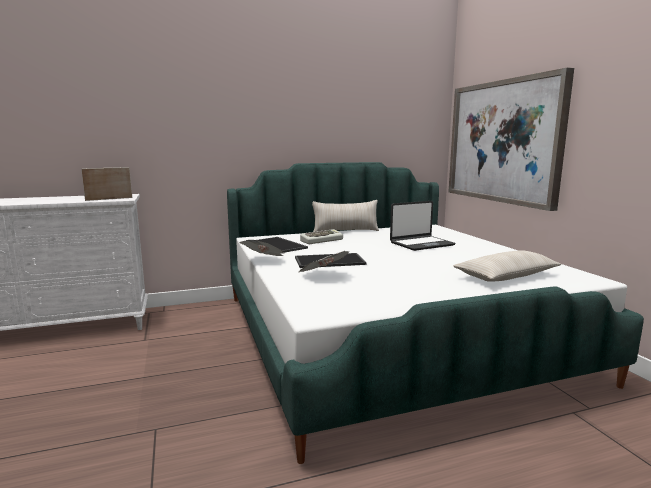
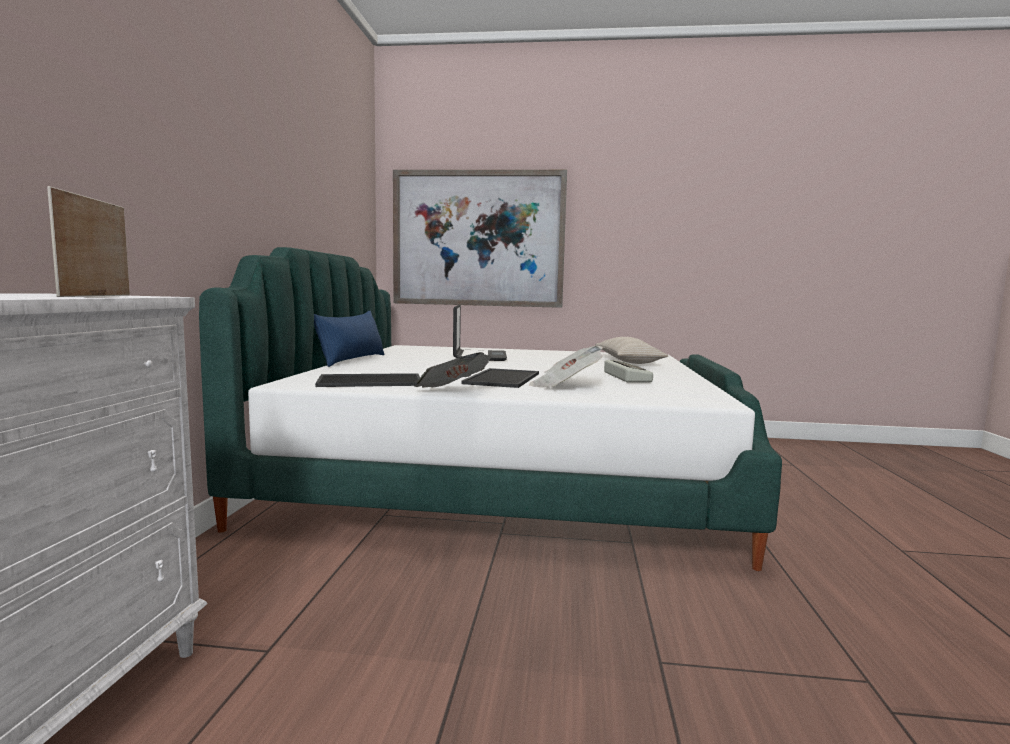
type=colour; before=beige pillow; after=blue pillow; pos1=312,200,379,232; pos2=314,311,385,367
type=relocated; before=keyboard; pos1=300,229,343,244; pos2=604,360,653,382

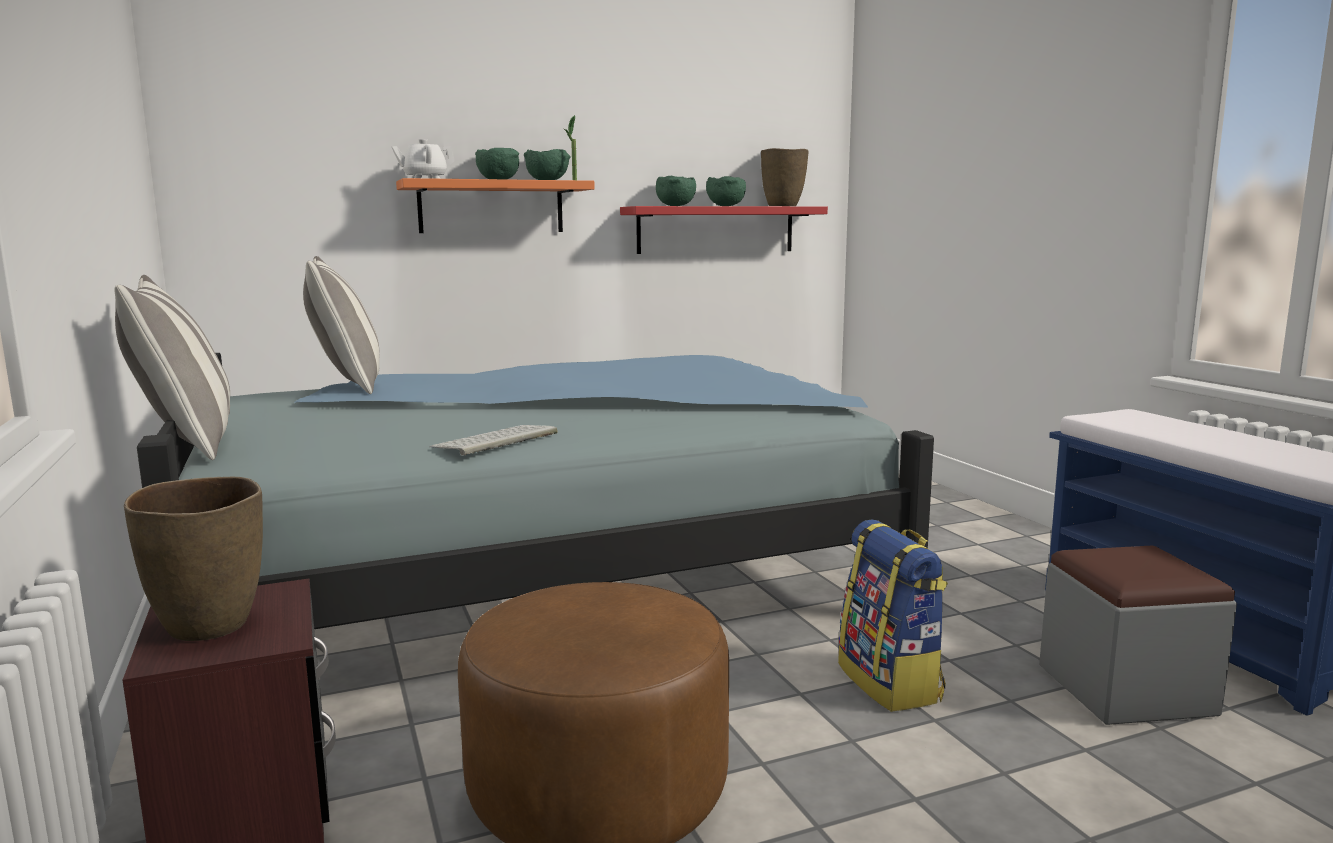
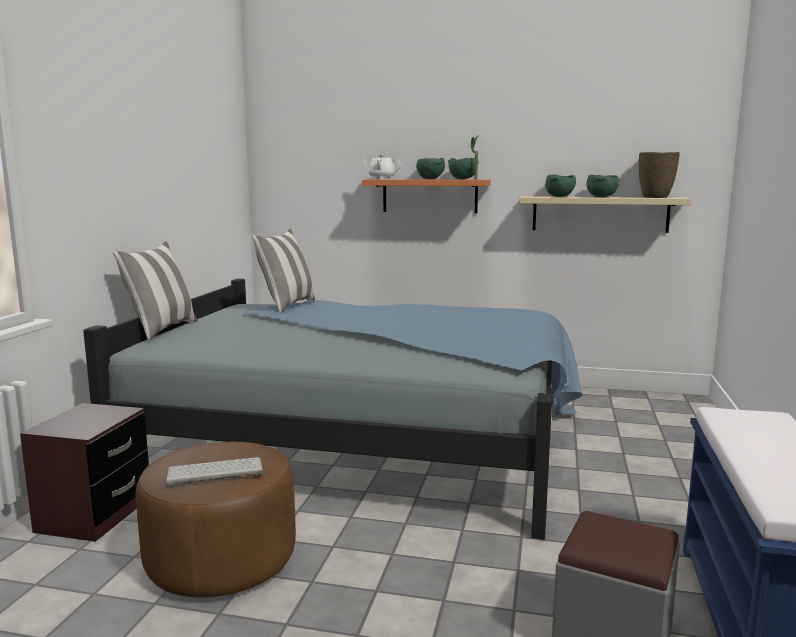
type=relocated; before=keyboard; pos1=430,425,558,456; pos2=166,457,263,485
type=colour; before=red shelf; after=beige shelf; pos1=620,206,828,254; pos2=519,196,692,233
type=missing; before=brown vase; pos1=124,476,263,641
type=missing; before=backpack; pos1=838,519,948,712

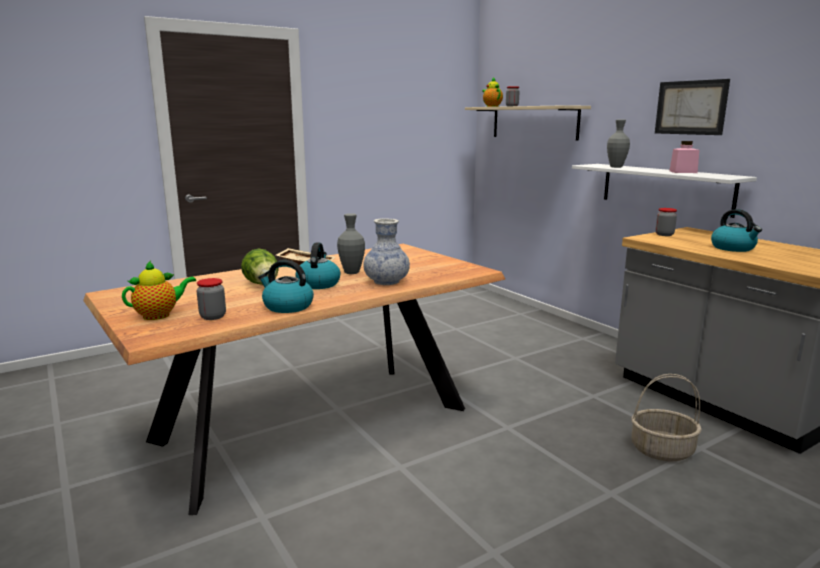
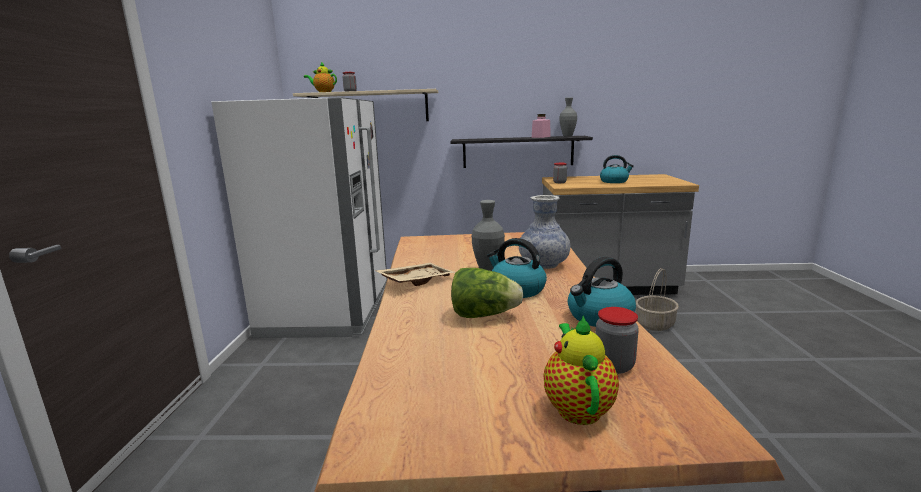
type=appeared; after=white fridge; pos2=211,97,387,338
type=colour; before=white shelf; after=black shelf; pos1=572,164,757,218; pos2=450,136,593,168
type=relocated; before=grey vase; pos1=607,120,630,168; pos2=560,97,577,136
type=missing; before=picture; pos1=655,79,730,135

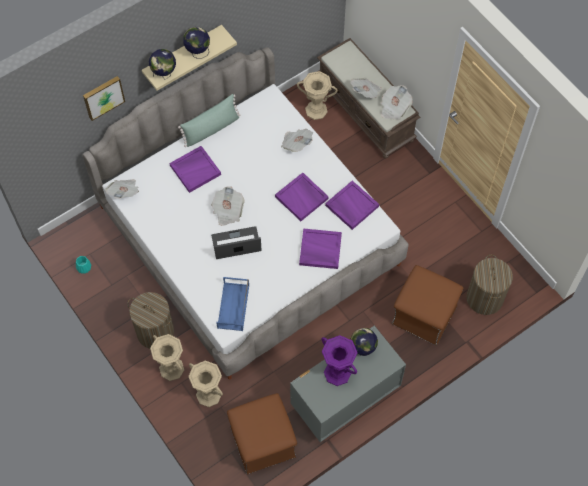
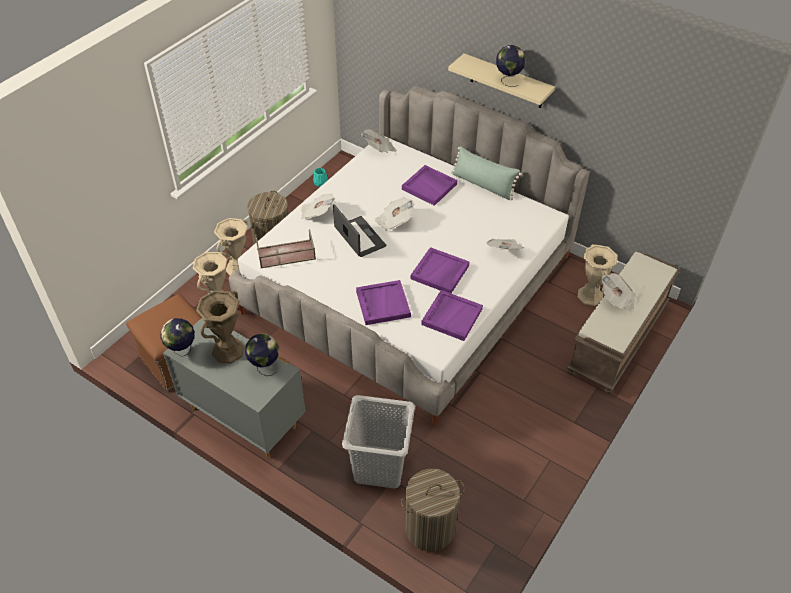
type=relocated; before=globe; pos1=149,49,176,80; pos2=160,318,195,357
type=colour; before=purple vase; after=brown vase; pos1=322,335,358,386; pos2=196,290,245,363
type=colour; before=blue tray; after=brown tray; pos1=216,277,249,331; pos2=256,229,316,268
type=relocated; before=newspaper; pos1=381,85,412,120; pos2=301,193,335,219
type=exchanged; before=brown ottoman; after=grey laundry basket; pos1=391,265,463,346; pos2=342,395,415,489
type=missing; before=picture; pos1=83,76,125,121

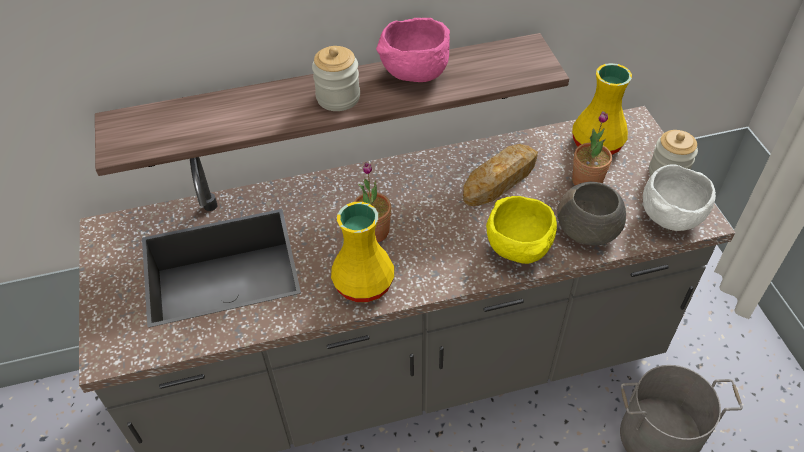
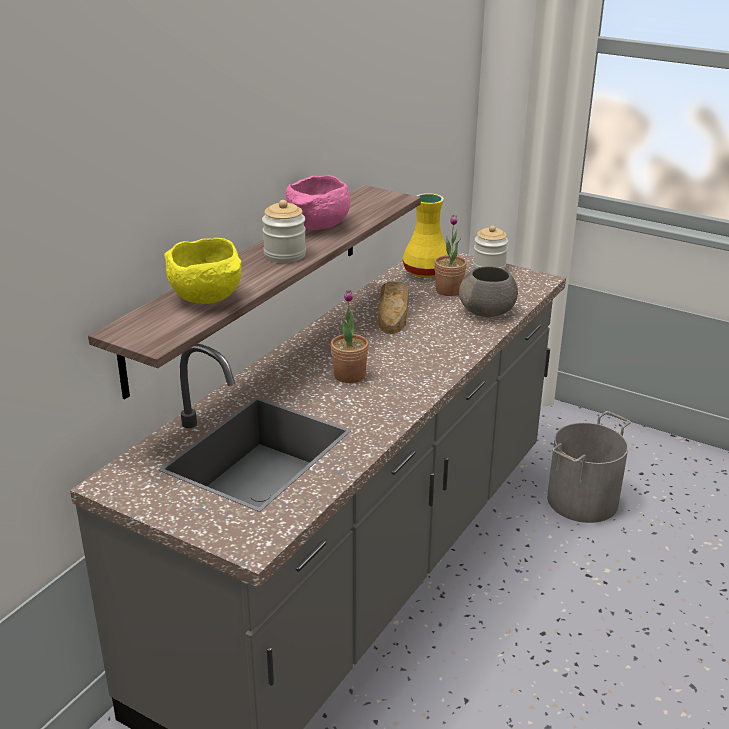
type=relocated; before=yellow bowl; pos1=486,196,557,264; pos2=164,238,242,304
type=missing; before=yellow vase; pos1=331,202,394,302
type=missing; before=white bowl; pos1=643,164,716,231

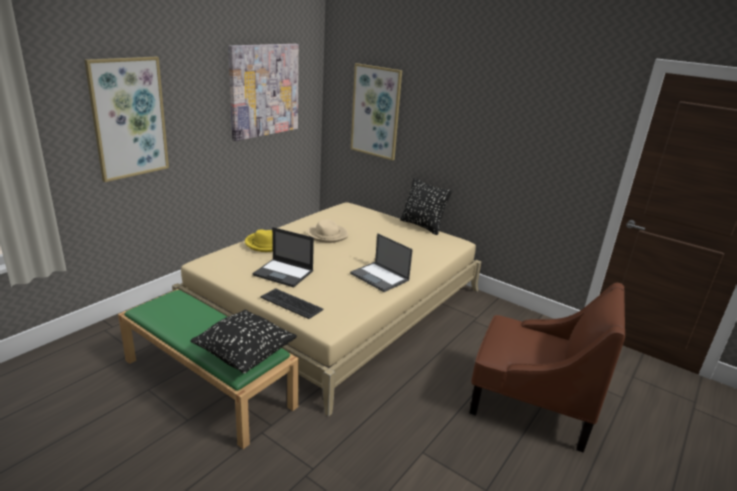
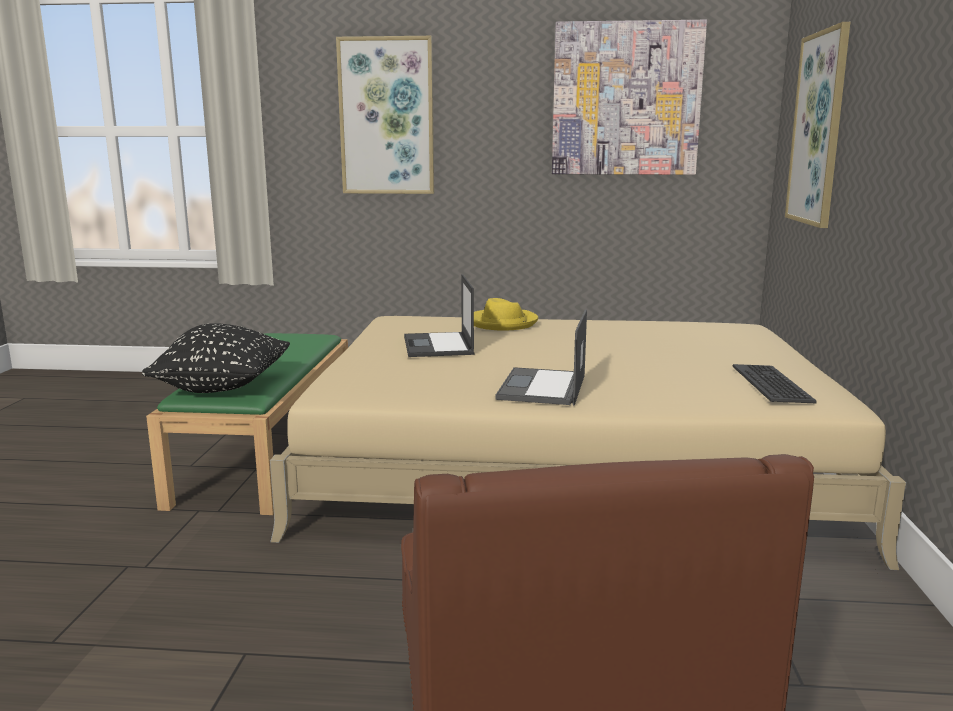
type=relocated; before=keyboard; pos1=260,288,324,319; pos2=733,364,817,403
type=missing; before=beige hat; pos1=307,219,348,243
type=missing; before=black pillow; pos1=400,178,452,235

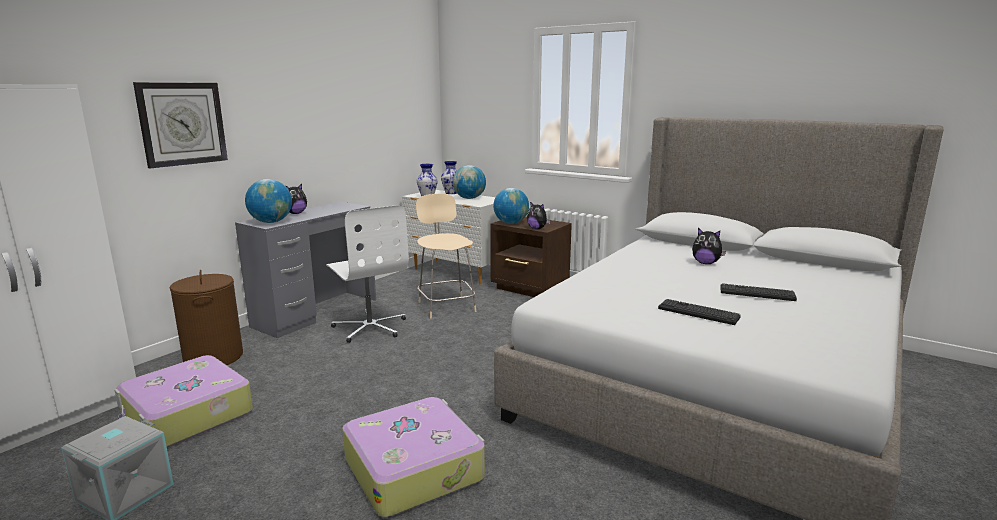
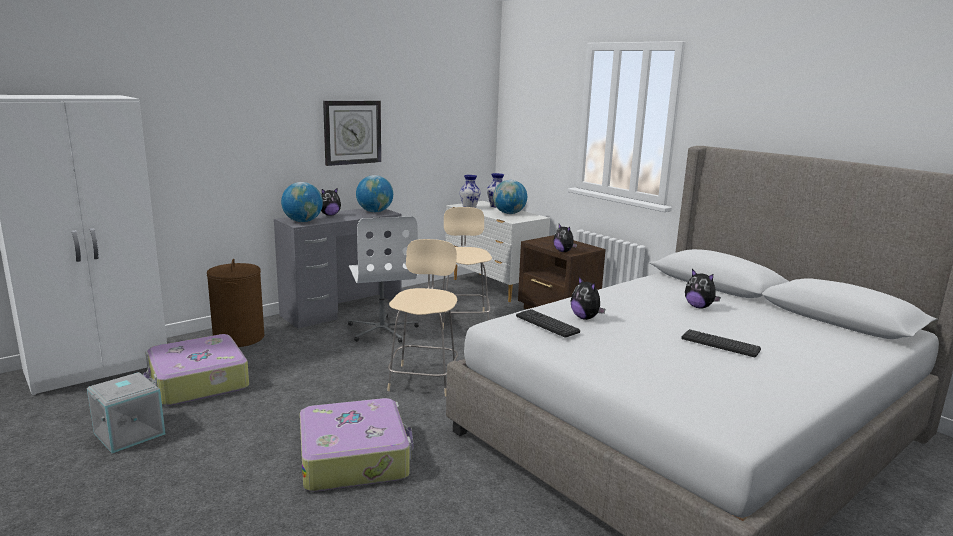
type=relocated; before=wall clock; pos1=133,82,228,168; pos2=323,101,381,166
type=relocated; before=globe; pos1=493,188,529,224; pos2=356,175,393,212
type=appeared; after=beige chair; pos2=387,239,458,396
type=relocated; before=keyboard; pos1=658,299,741,325; pos2=516,309,580,338
type=appeared; after=plush toy; pos2=570,277,605,320

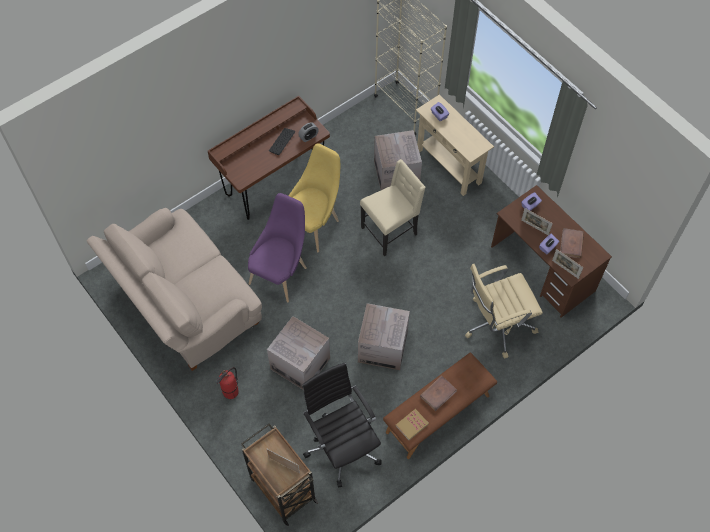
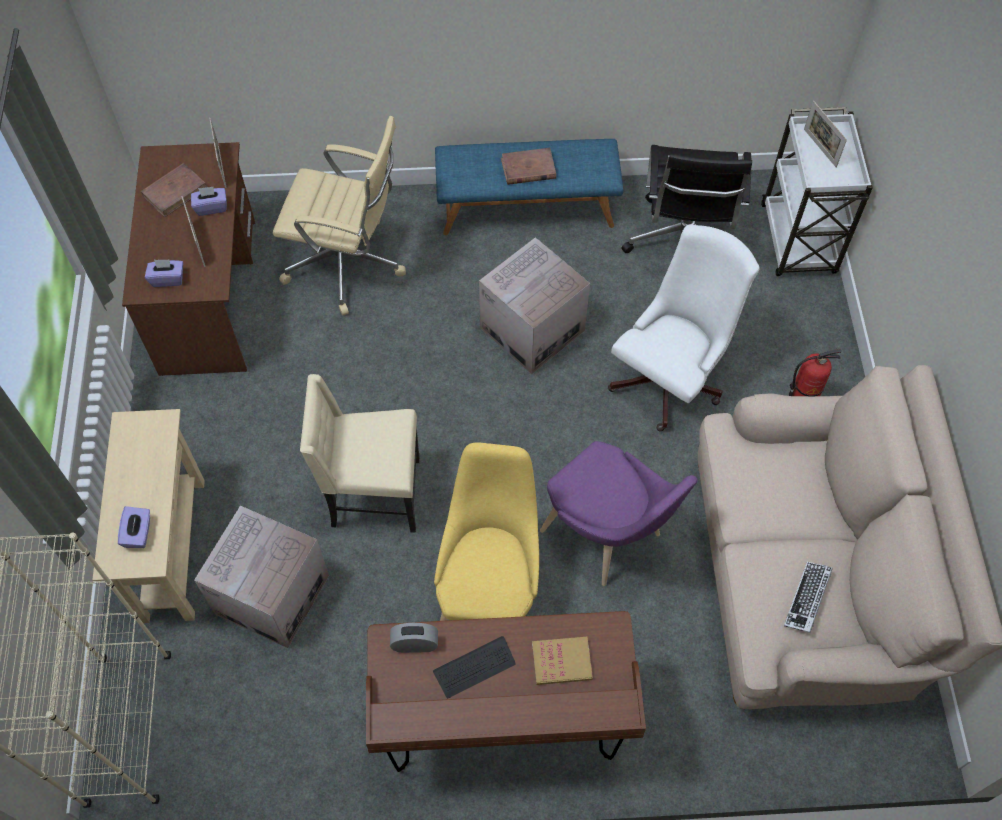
type=spun; before=yellow chair; pos1=288,143,340,252; pos2=434,442,539,621; turn=120
type=colour; before=brown bench; after=blue bench; pos1=383,353,497,459; pos2=435,139,624,235
type=relocated; before=book; pos1=395,409,429,440; pos2=532,637,593,685
type=spun; before=purple chair; pos1=248,193,307,303; pos2=540,441,698,586; turn=-105
type=exchanged; before=cardboard box; after=white office chair; pos1=267,316,330,390; pos2=608,225,760,432
type=colour; before=brown cart; after=white cart; pos1=241,423,318,526; pos2=761,107,873,276
type=appeared; after=keyboard; pos2=784,562,833,633

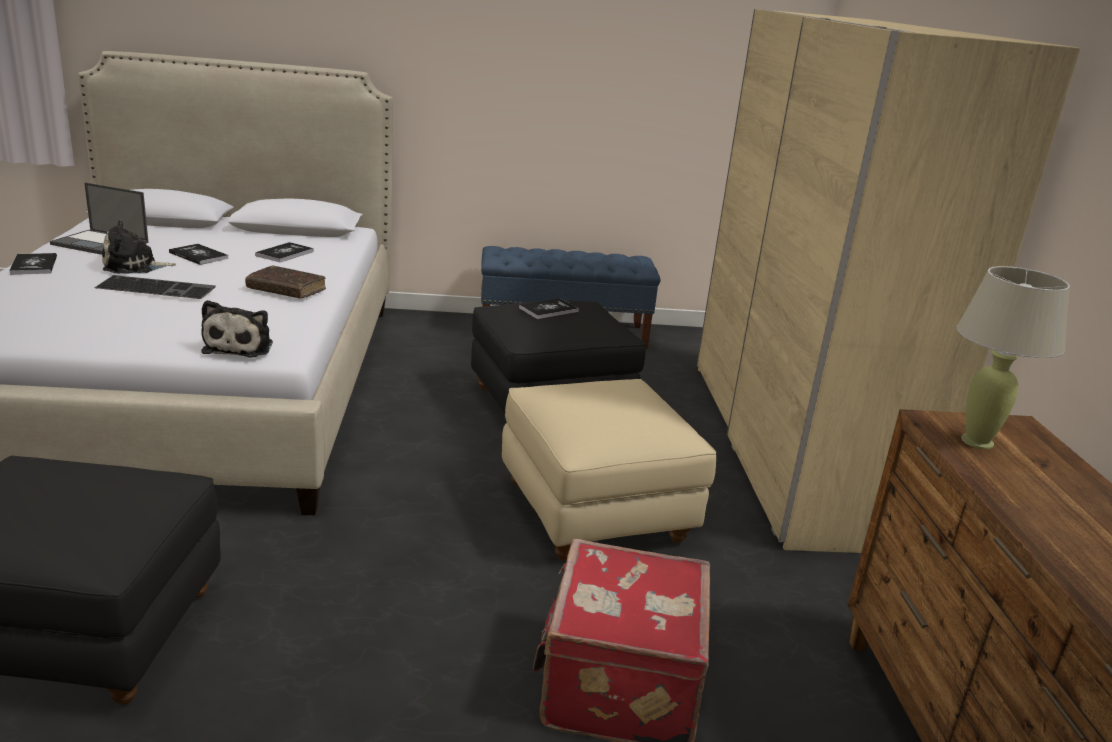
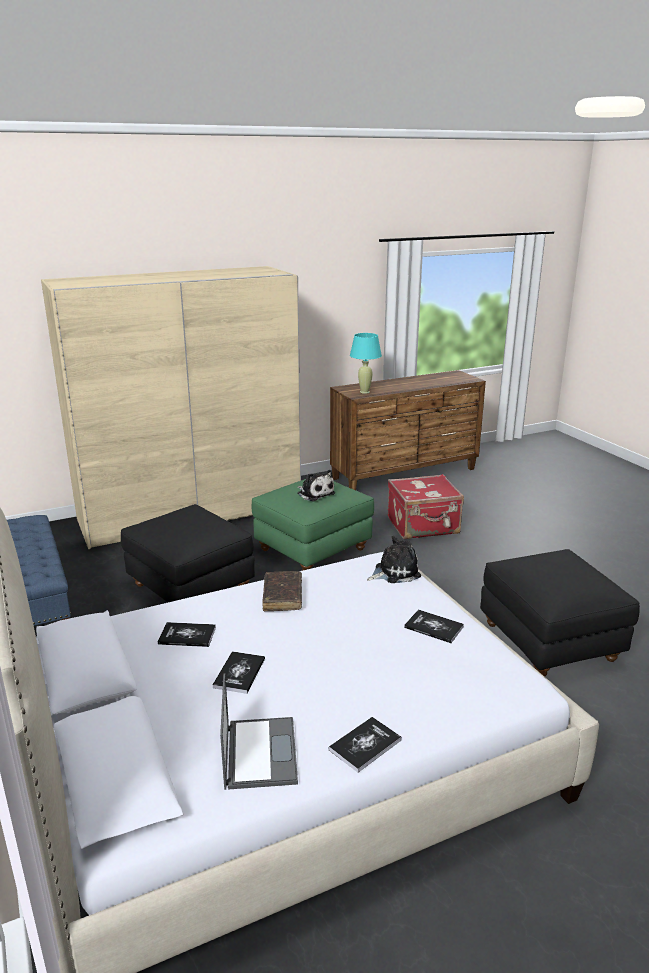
type=colour; before=beige ottoman; after=green ottoman; pos1=502,379,716,561; pos2=252,479,374,571
type=relocated; before=plush toy; pos1=102,220,176,274; pos2=297,470,335,502
type=colour; before=beige table lamp; after=turquoise table lamp; pos1=957,266,1070,449; pos2=350,333,382,394
type=relocated; before=book; pos1=519,298,579,319; pos2=404,609,464,643
type=missing; before=keyboard; pos1=95,275,216,299

